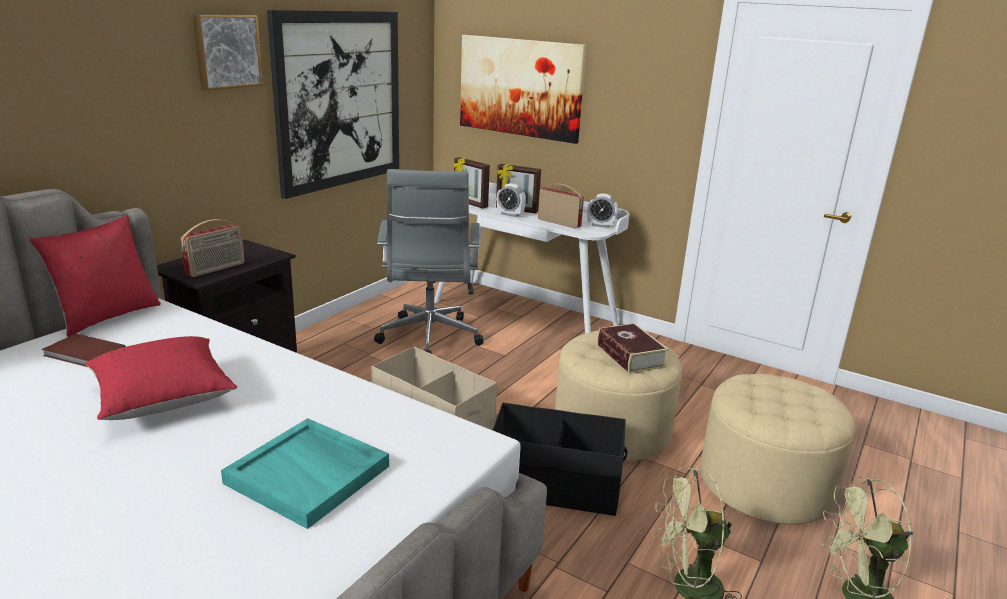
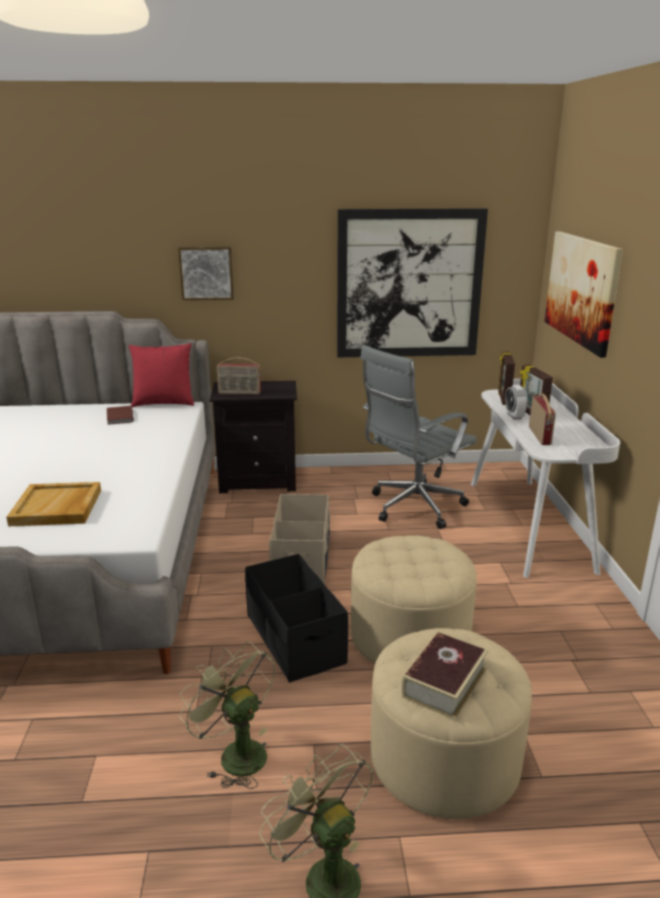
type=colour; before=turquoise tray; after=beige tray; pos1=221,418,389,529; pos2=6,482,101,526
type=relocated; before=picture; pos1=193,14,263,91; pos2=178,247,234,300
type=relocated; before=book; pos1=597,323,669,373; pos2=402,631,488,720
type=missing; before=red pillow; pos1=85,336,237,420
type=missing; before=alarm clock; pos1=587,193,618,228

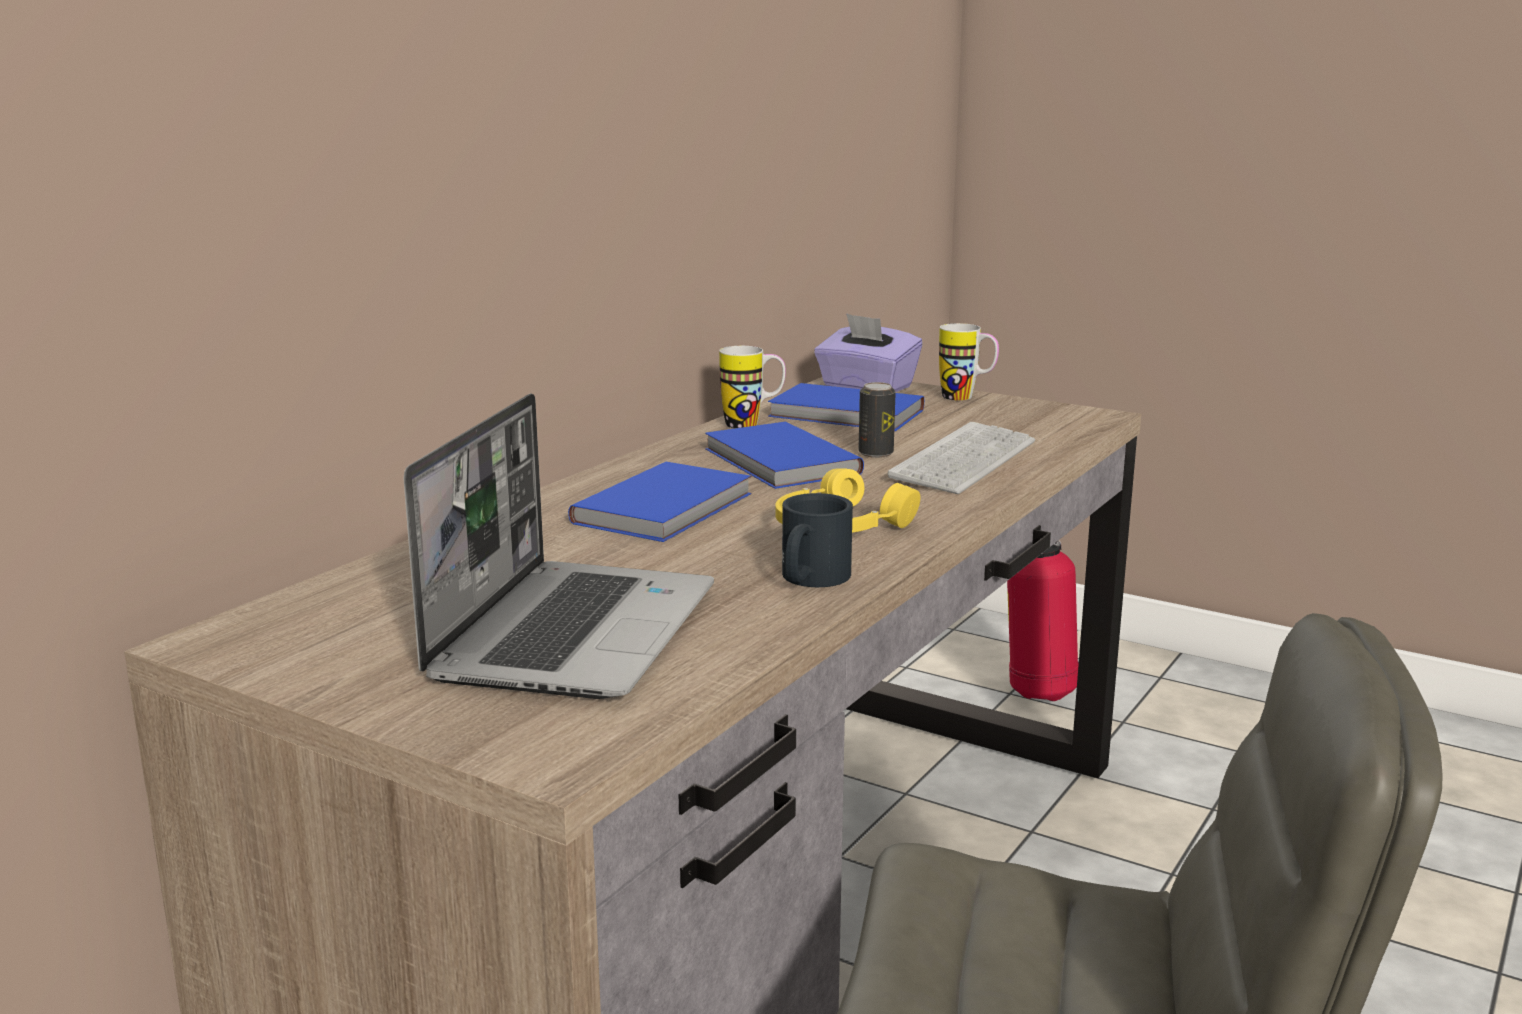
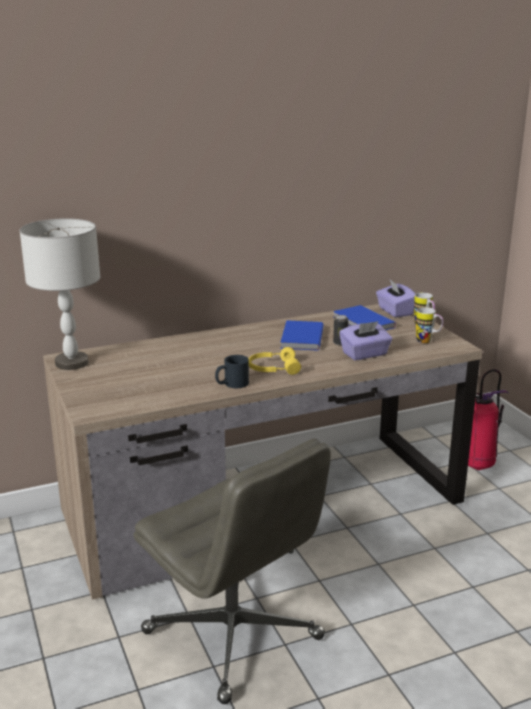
type=appeared; after=grey table lamp; pos2=20,218,100,370
type=exchanged; before=keyboard; after=purple tissue box; pos1=888,422,1035,494; pos2=339,321,392,360
type=relocated; before=mug; pos1=719,346,786,429; pos2=416,307,443,343
type=missing; before=laptop; pos1=404,393,714,699
type=missing; before=blue book; pos1=568,462,752,542

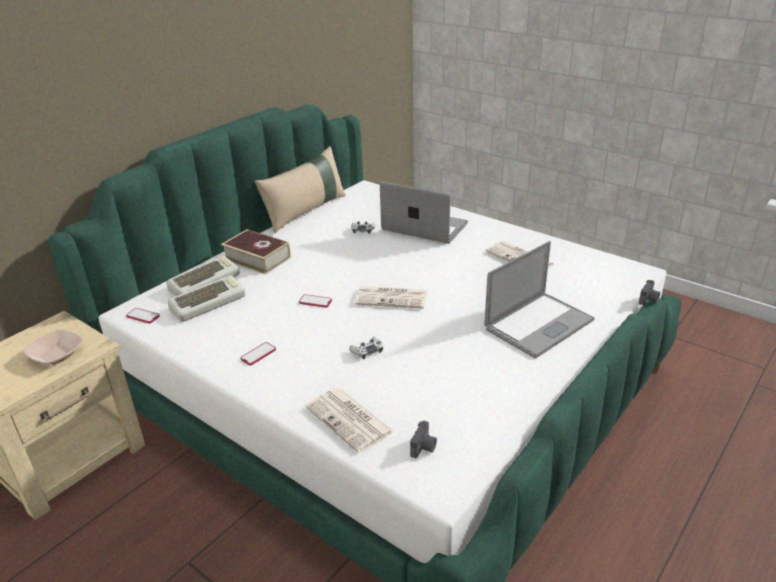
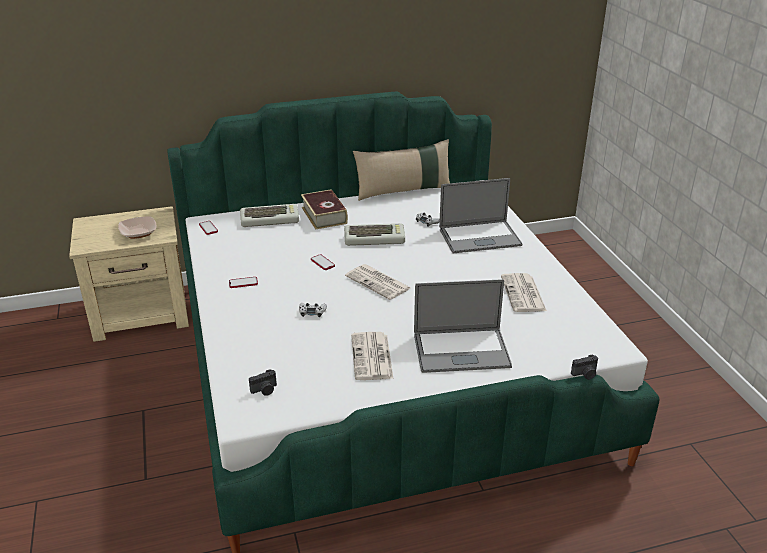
type=relocated; before=keyboard; pos1=167,276,246,322; pos2=344,223,405,246
type=relocated; before=newspaper; pos1=305,388,394,453; pos2=351,332,394,380
type=spun; before=laptop; pos1=380,181,468,244; pos2=439,178,522,253; turn=105

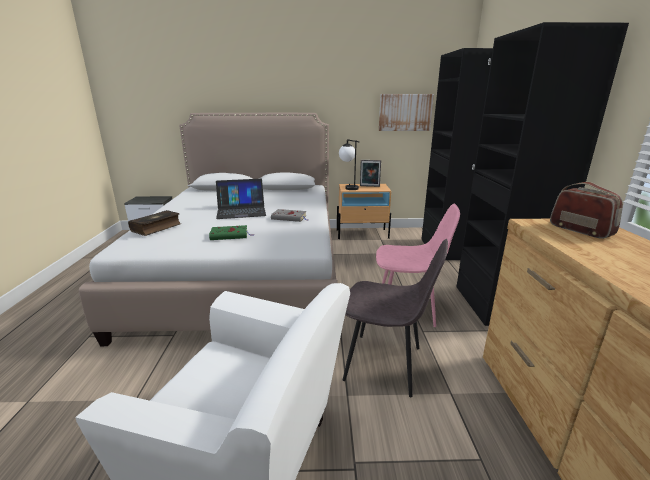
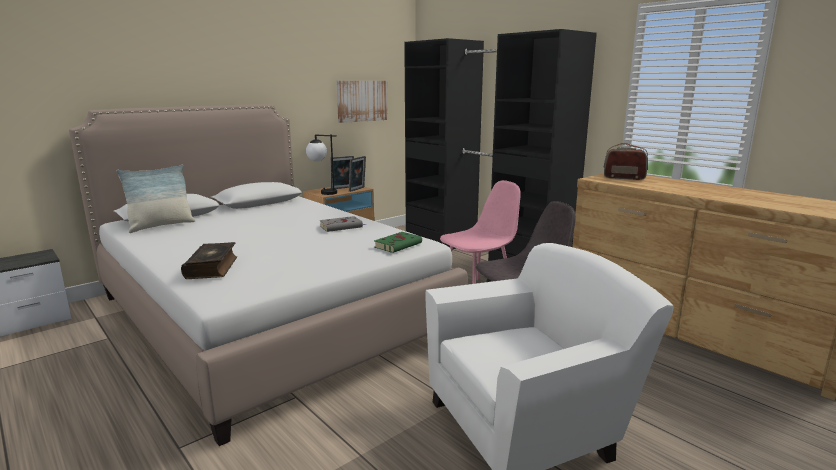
type=appeared; after=pillow; pos2=117,165,195,233
type=appeared; after=picture frame; pos2=349,156,366,192
type=relocated; before=green book; pos1=209,225,254,240; pos2=374,232,422,253
type=missing; before=laptop; pos1=216,179,266,219

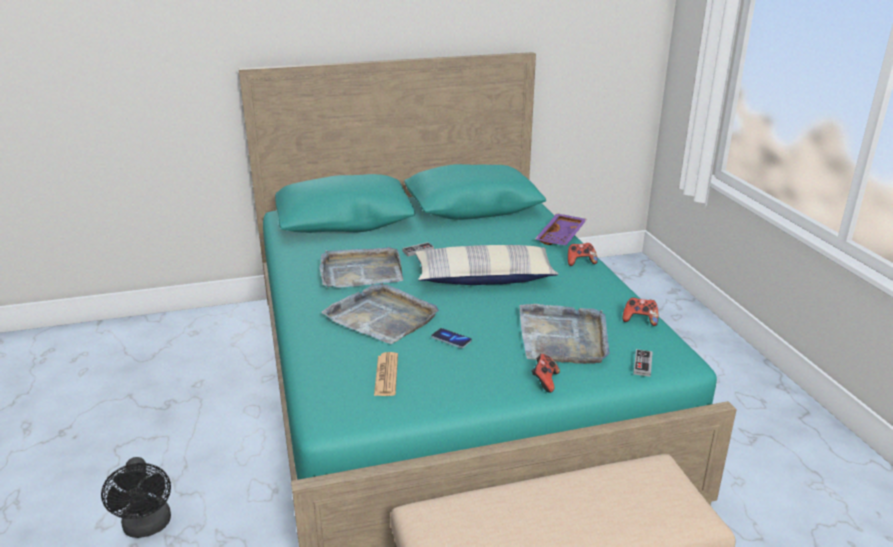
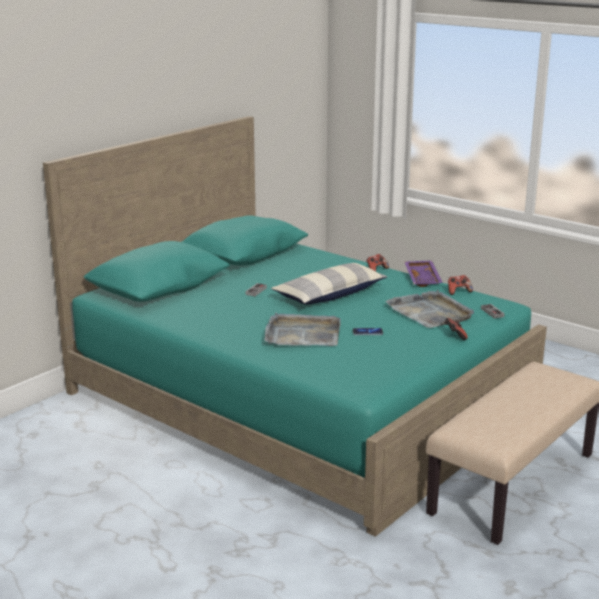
type=relocated; before=purple tray; pos1=535,213,587,245; pos2=405,260,443,287
type=missing; before=black fan; pos1=101,457,171,538
type=missing; before=grey tray; pos1=319,247,403,288
type=missing; before=newspaper; pos1=374,352,398,396

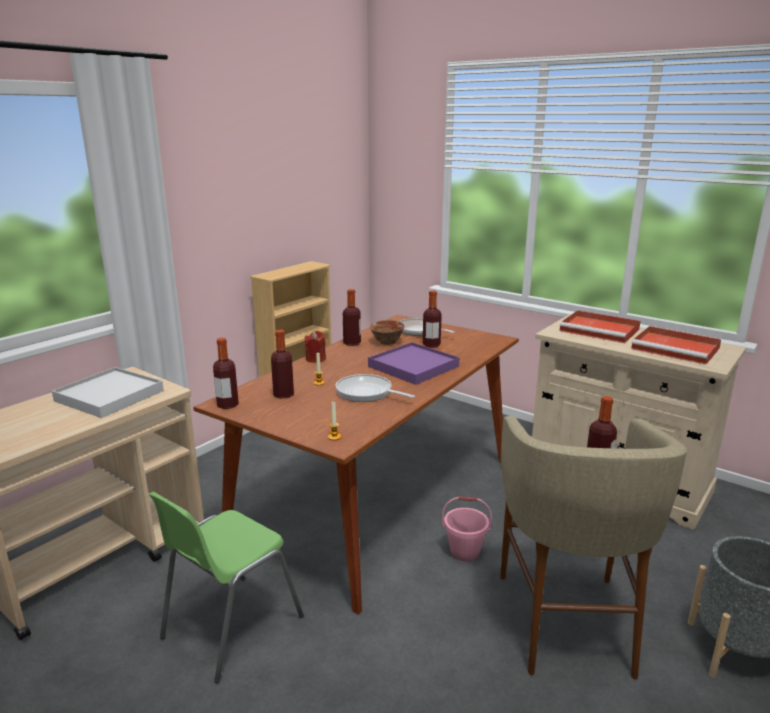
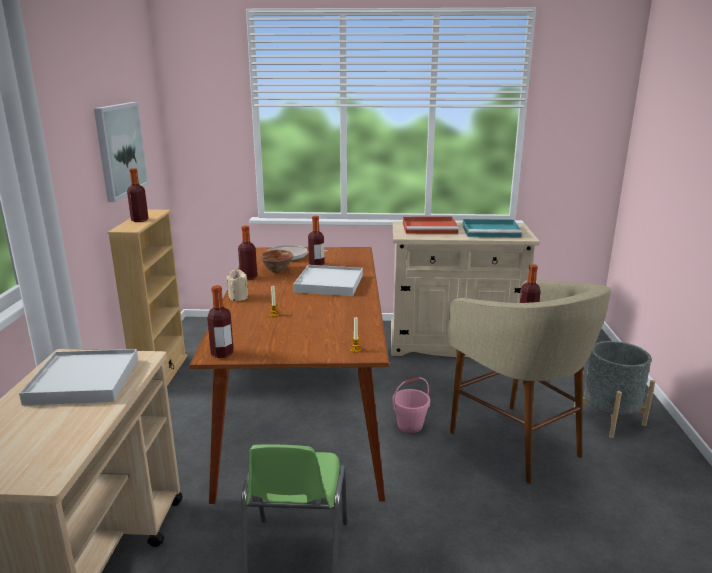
type=appeared; after=picture; pos2=94,102,148,202
type=relocated; before=bottle; pos1=271,330,294,399; pos2=127,168,149,222
type=colour; before=red candle; after=beige candle; pos1=305,331,326,363; pos2=226,270,248,301
type=colour; before=purple tray; after=white tray; pos1=368,342,459,385; pos2=293,265,363,296
type=colour; before=red tray; after=turquoise tray; pos1=631,326,721,365; pos2=462,219,522,238
type=missing; before=frying pan; pos1=336,374,415,402

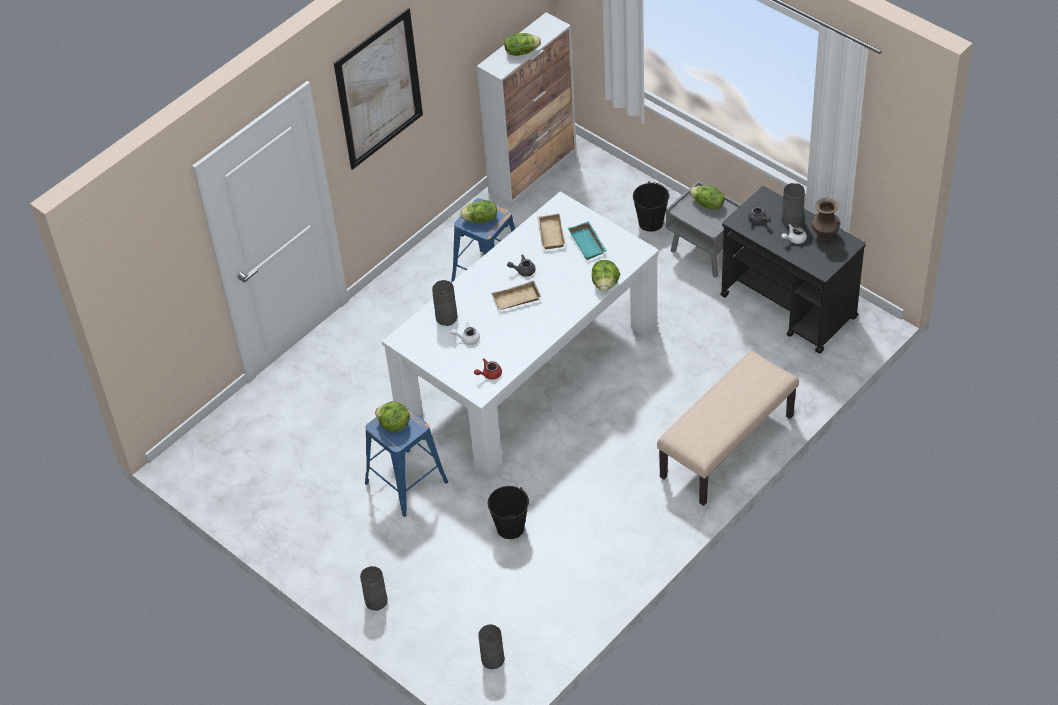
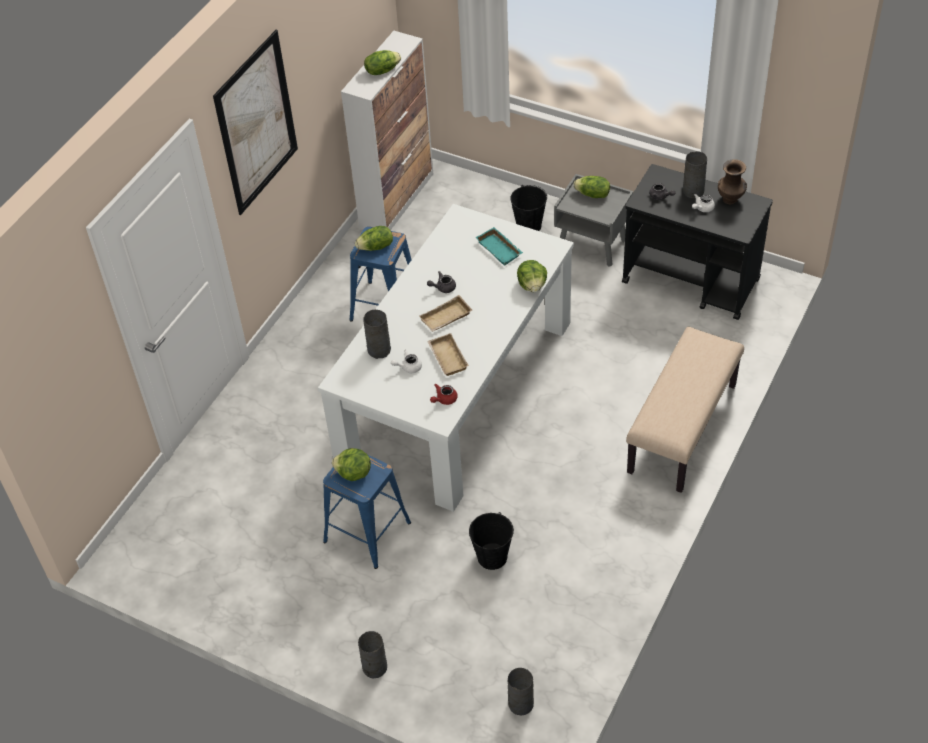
type=relocated; before=beige tray; pos1=537,214,565,249; pos2=427,333,469,376

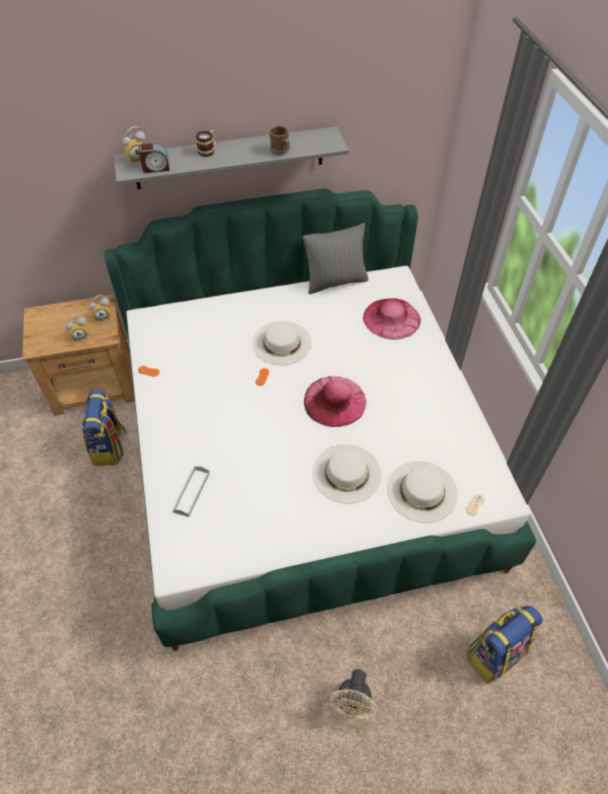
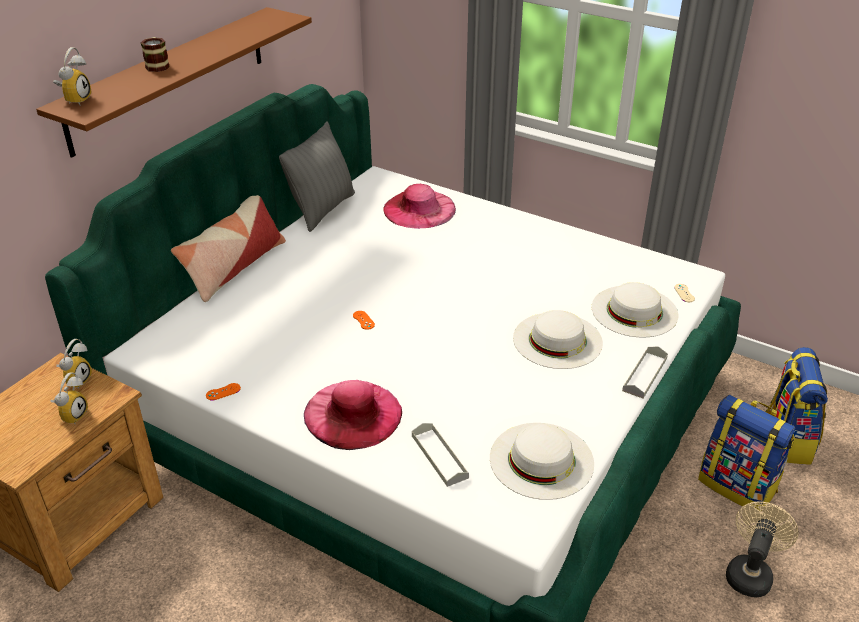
type=colour; before=grey shelf; after=brown shelf; pos1=114,126,349,189; pos2=36,7,312,158
type=appeared; after=pillow; pos2=171,195,286,302
type=relocated; before=pink hat; pos1=304,376,366,427; pos2=304,380,402,450
type=relocated; before=white hat; pos1=252,321,312,365; pos2=490,423,594,500
type=appeared; after=grey tray; pos2=622,346,668,398
type=relocated; before=backpack; pos1=82,389,127,466; pos2=698,395,795,512
type=spun; before=beige fan; pos1=330,669,377,719; pos2=726,501,798,597; turn=-120
type=missing; before=alarm clock; pos1=138,143,170,173
type=missing; before=brown mug; pos1=269,126,290,156

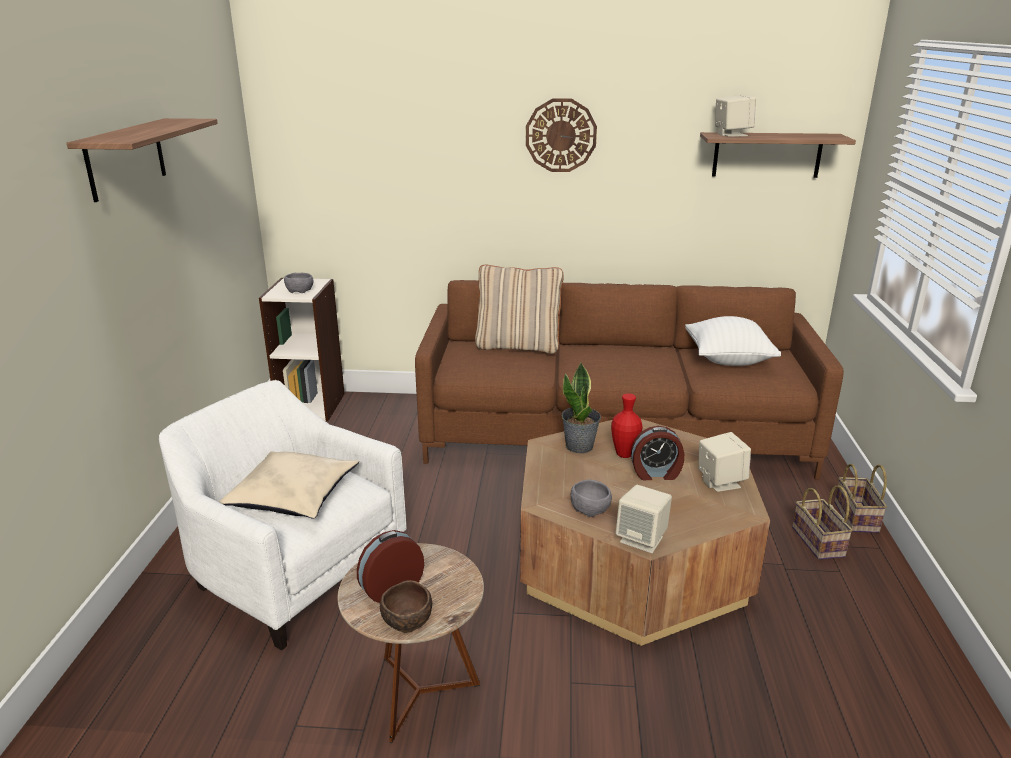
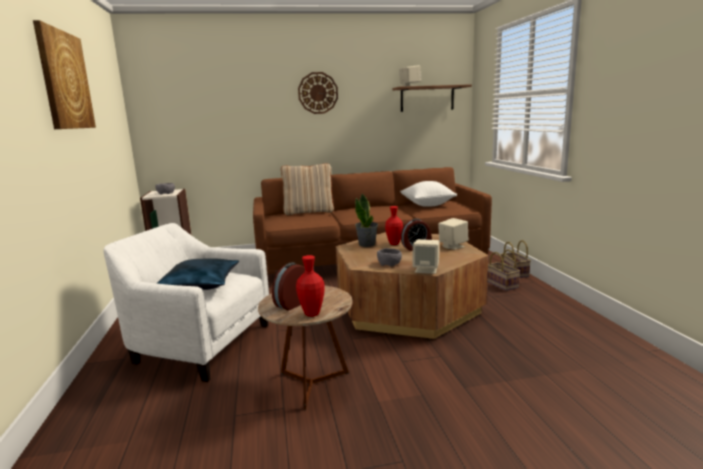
type=exchanged; before=shelf; after=picture; pos1=67,118,218,202; pos2=33,20,96,129
type=colour; before=beige pillow; after=blue pillow; pos1=219,451,359,519; pos2=157,258,239,290
type=exchanged; before=brown bowl; after=red vase; pos1=380,580,432,633; pos2=296,255,325,317

